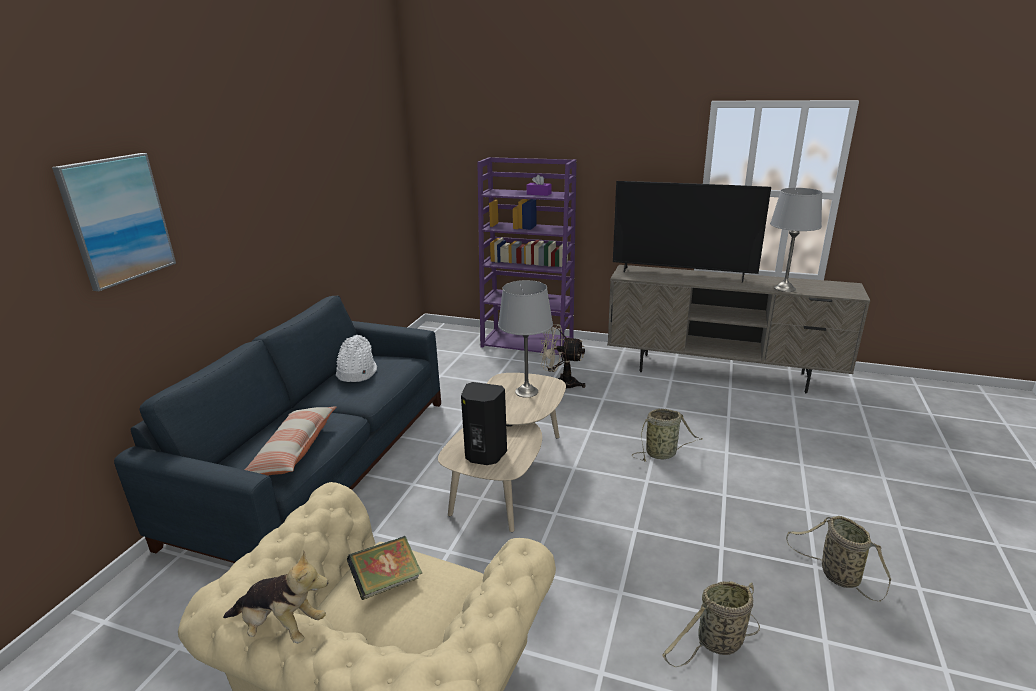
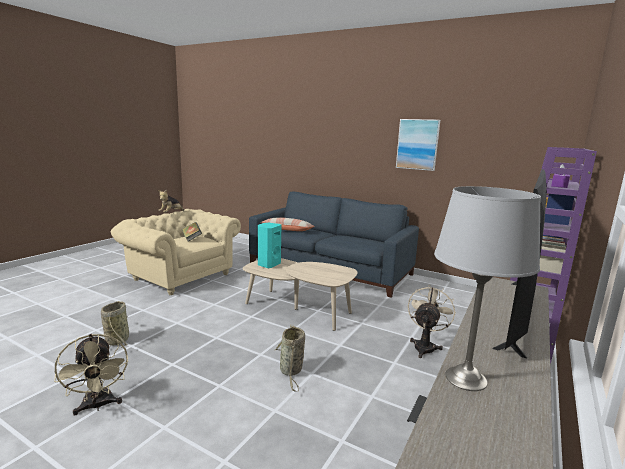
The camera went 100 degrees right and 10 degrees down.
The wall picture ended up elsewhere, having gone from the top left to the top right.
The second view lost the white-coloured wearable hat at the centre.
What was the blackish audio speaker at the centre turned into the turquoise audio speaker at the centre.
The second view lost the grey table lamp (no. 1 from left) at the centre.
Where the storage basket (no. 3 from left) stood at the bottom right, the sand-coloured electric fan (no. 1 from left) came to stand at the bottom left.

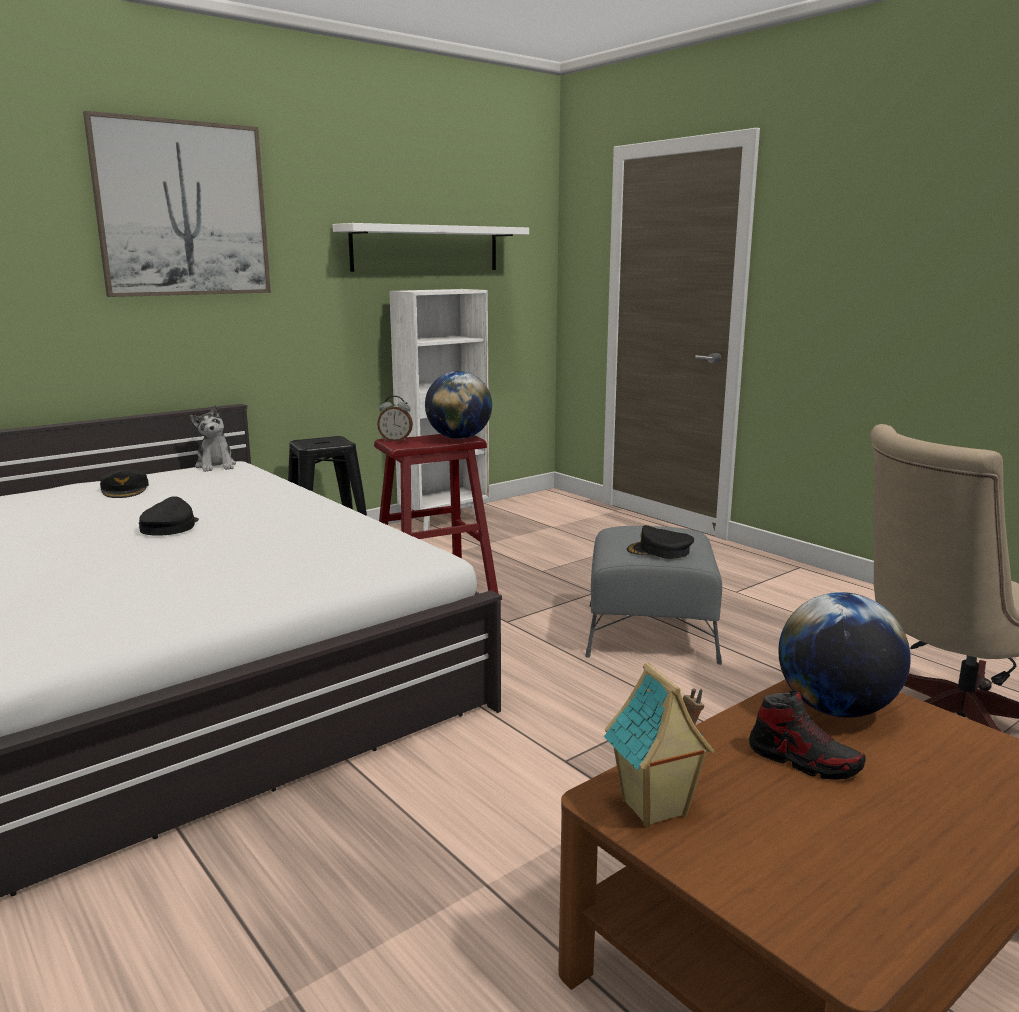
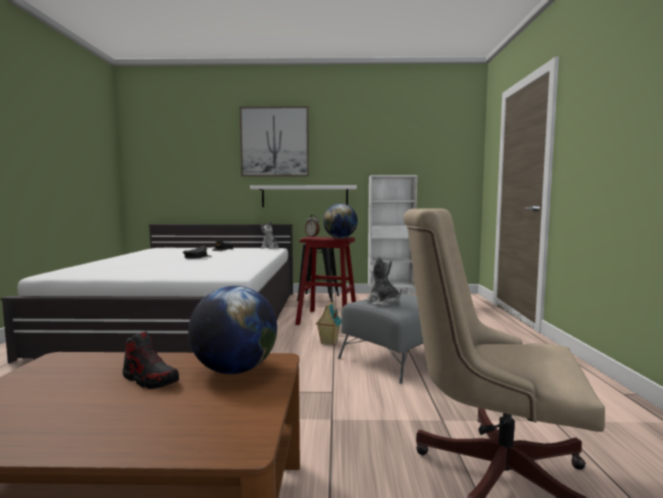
The camera went 40 degrees right and 10 degrees down.
The white-coloured bracket shelf ended up elsewhere, having gone from the top centre to the centre.
The toy house ended up elsewhere, having gone from the bottom centre to the centre.
Where the blackish cap (no. 3 from left) stood at the centre, the plush toy (no. 2 from left) came to stand at the centre.
The item of footwear at the bottom right ended up facing another way, 45 degrees counterclockwise from before.

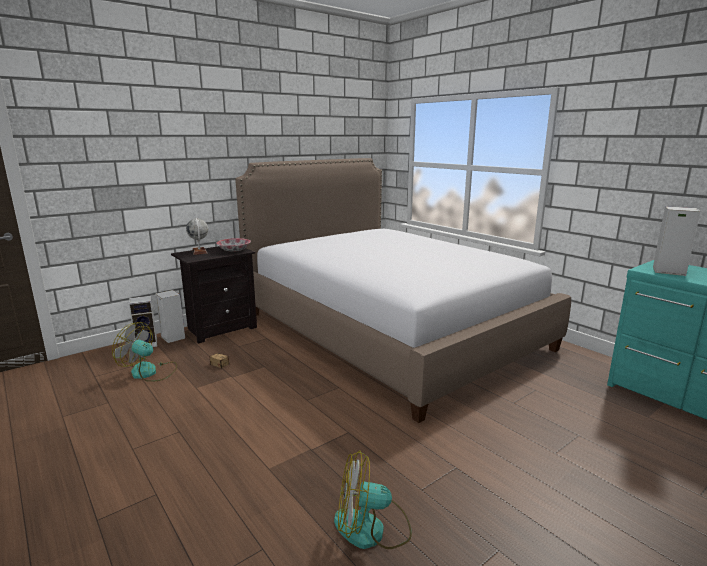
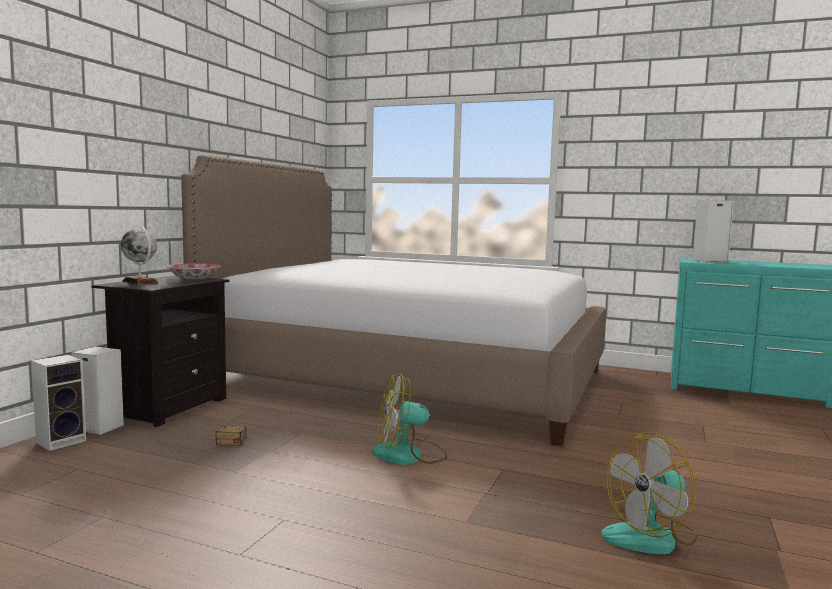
The camera went 30 degrees left and 10 degrees down.
The electric fan (no. 1 from left) ended up elsewhere, having gone from the middle left to the bottom centre.

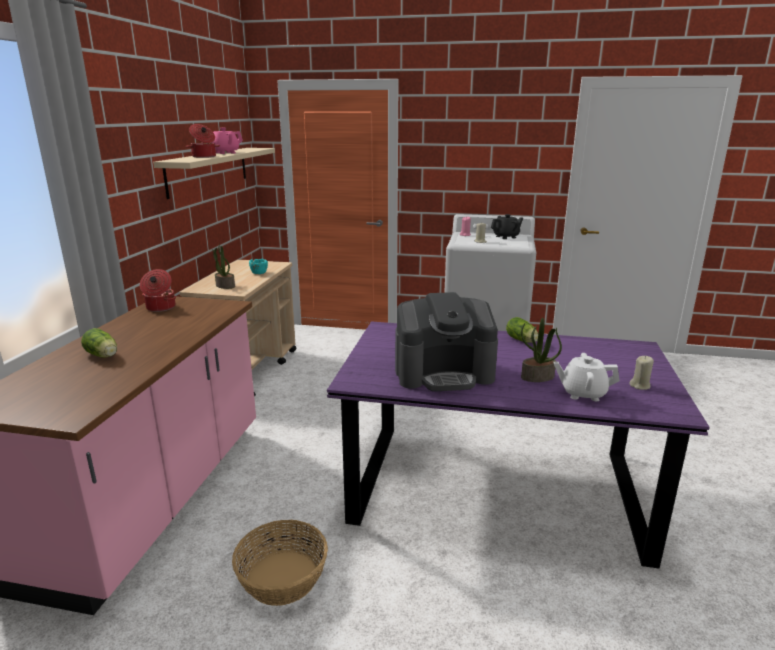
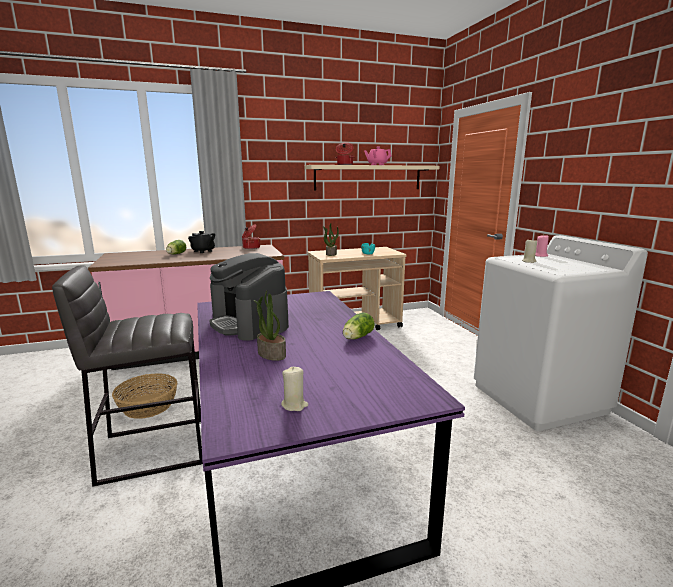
The camera went 60 degrees right and 5 degrees down.
The blackish pot for tea ended up elsewhere, having gone from the centre to the middle left.
The second view lost the white-coloured pot for tea at the middle right.
The second view gained the grey sitting stool at the middle left.

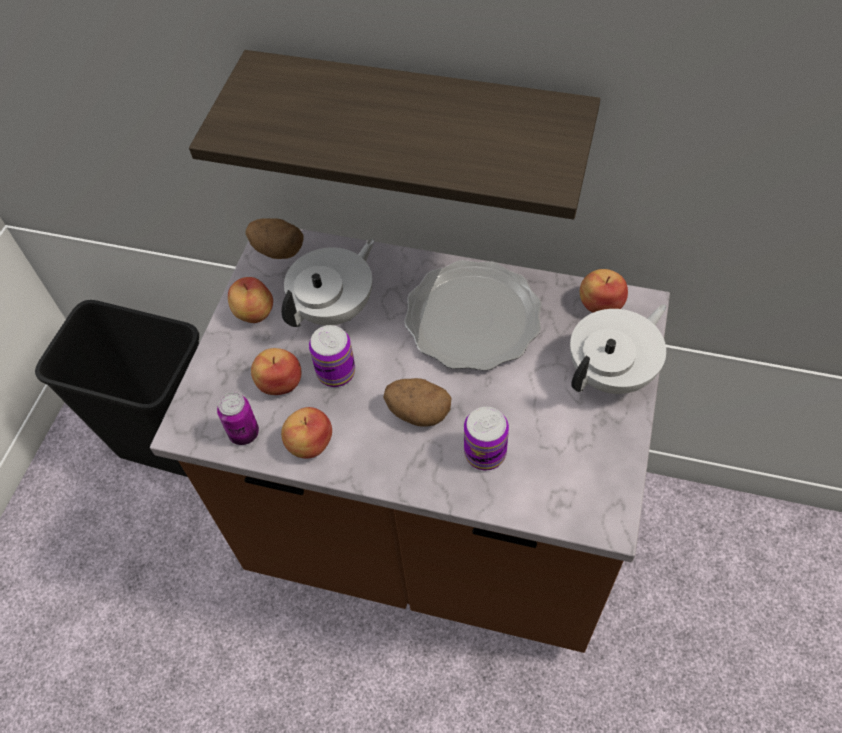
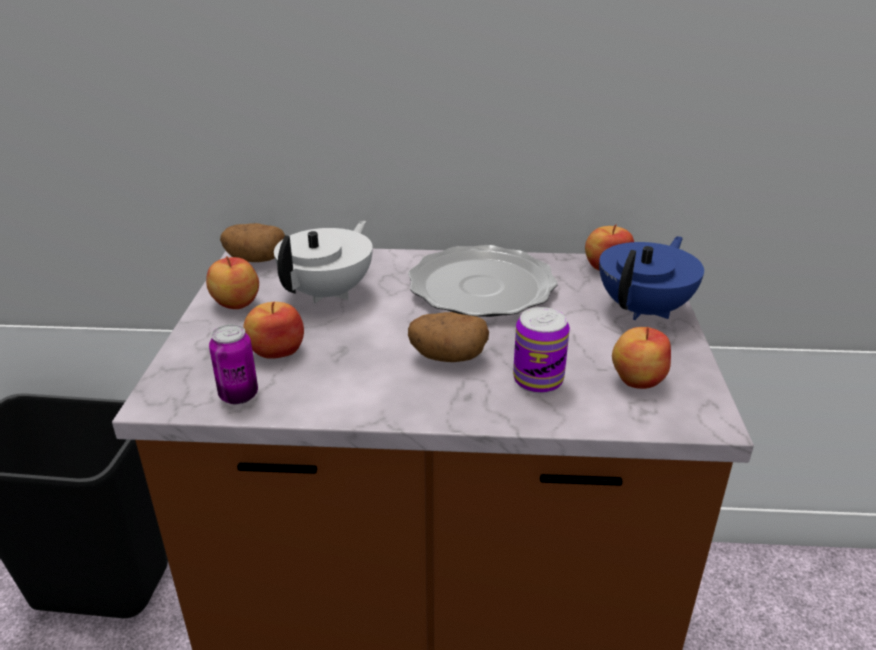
The camera went 15 degrees left and 25 degrees down.
The second view lost the bracket shelf at the top centre.
The apple fruit (no. 3 from left in the first image) ended up elsewhere, having gone from the centre to the middle right.
The second view lost the sealed can (no. 2 from left) at the centre.
What was the white-coloured pot for tea (no. 2 from left) at the middle right turned into the bluish pot for tea at the middle right.

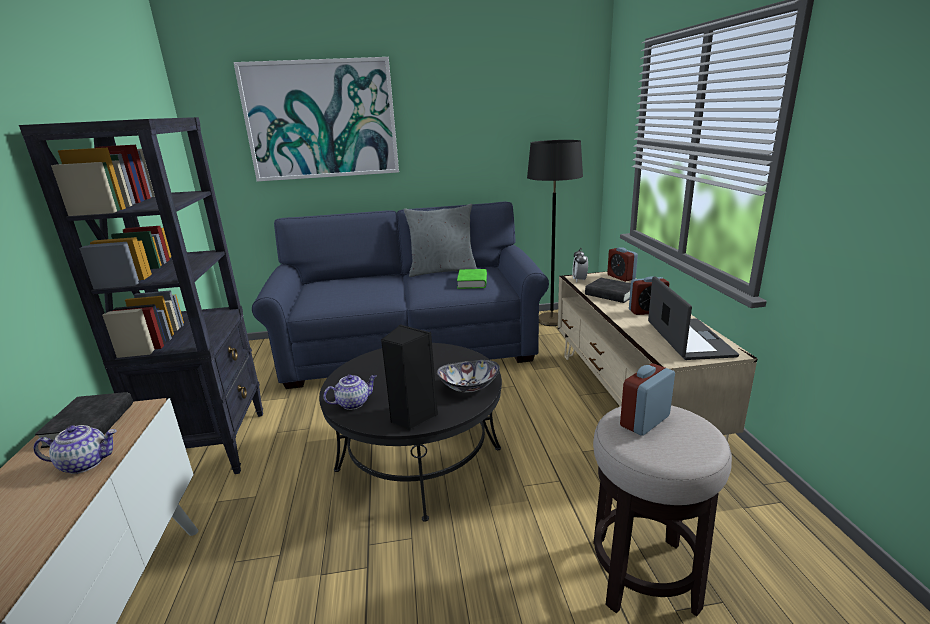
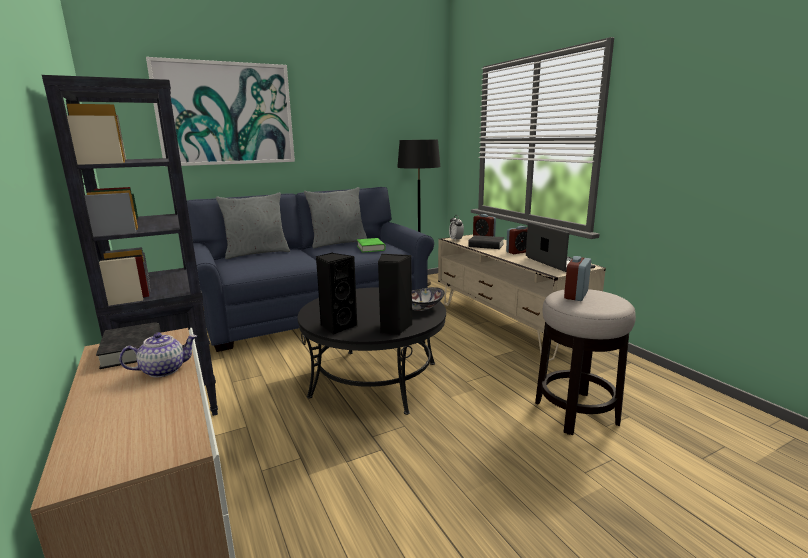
The camera went 20 degrees left and 5 degrees down.
Where the pot for tea (no. 2 from left) stood at the centre, the blackish audio speaker (no. 1 from left) came to stand at the centre.
The second view gained the grey cushion (no. 1 from left) at the middle left.

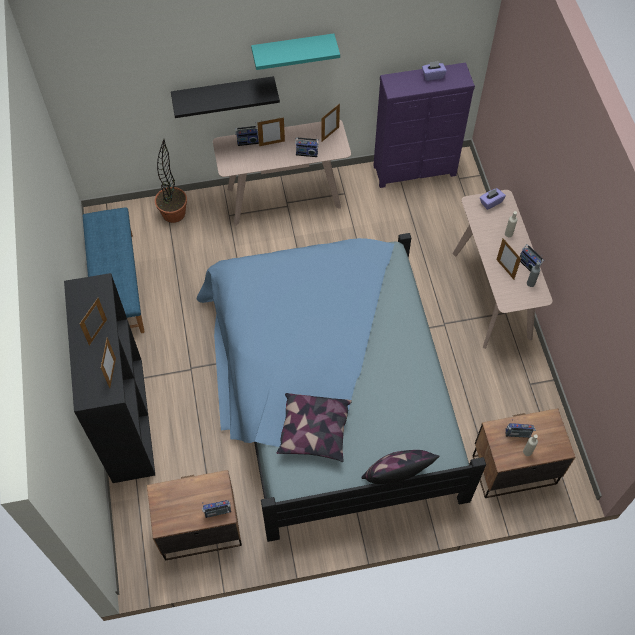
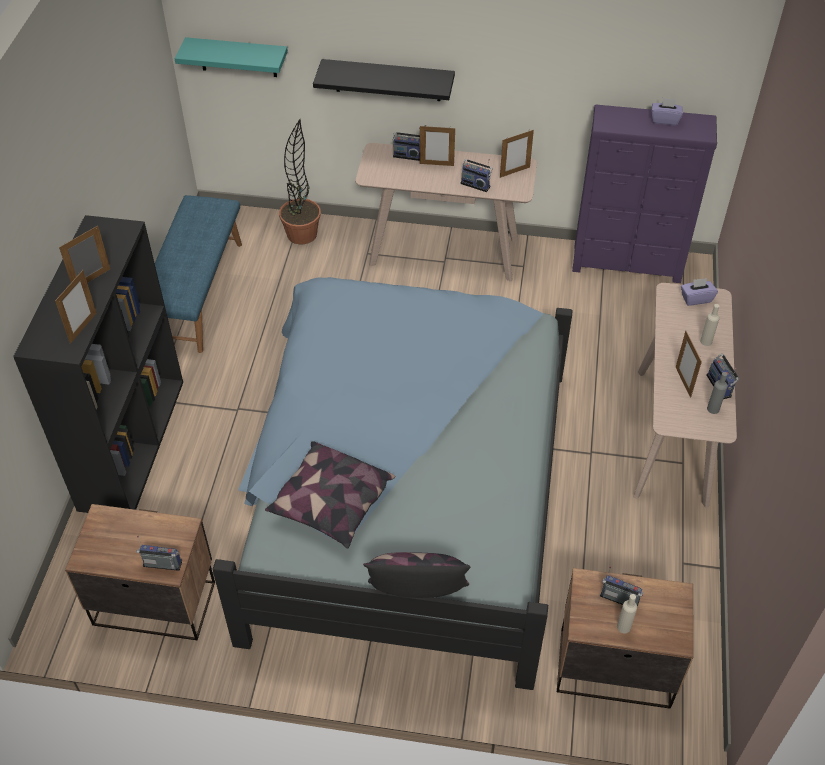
The camera went 20 degrees right and 10 degrees down.
The turquoise bracket shelf ended up elsewhere, having gone from the top centre to the top left.

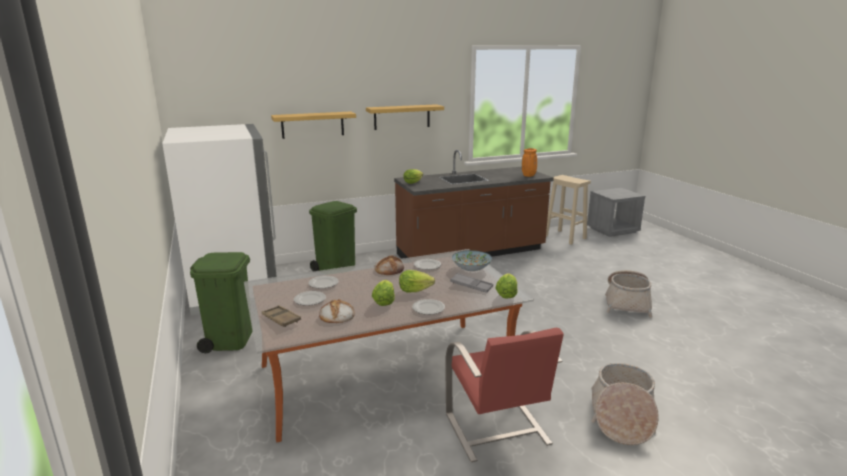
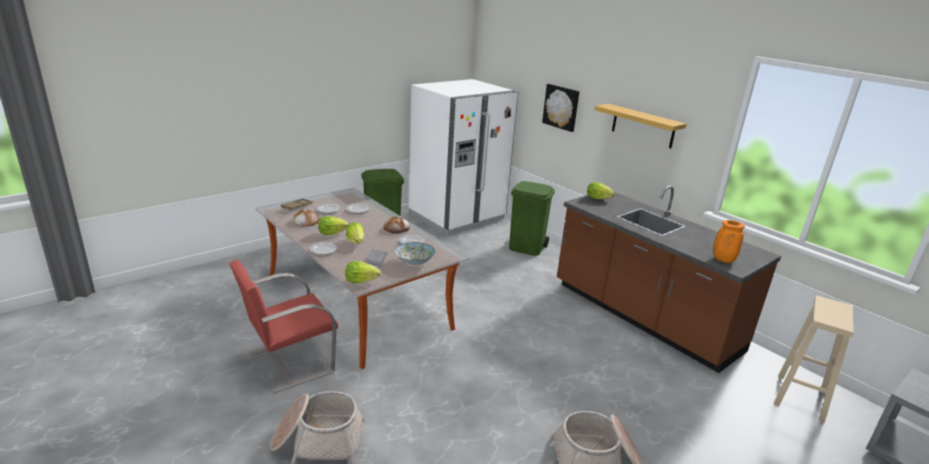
The camera went 70 degrees right and 5 degrees up.
Where the bracket shelf (no. 1 from left) hung at the top centre, the wall picture came to hang at the top centre.

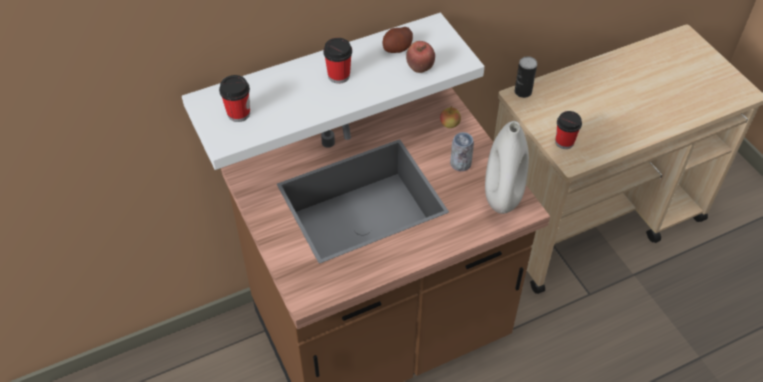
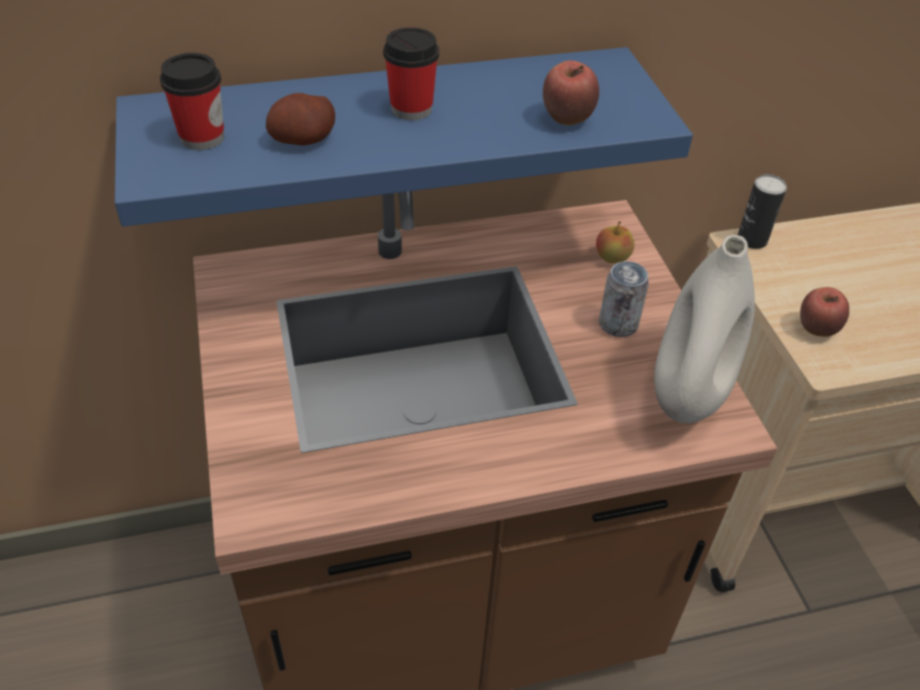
The camera went 10 degrees right and 5 degrees down.
What was the white-coloured bracket shelf at the top centre turned into the bluish bracket shelf at the top centre.
The whole potato ended up elsewhere, having gone from the top centre to the top left.
Where the drinking cup (no. 3 from left) stood at the middle right, the apple fruit (no. 3 from left) came to stand at the middle right.

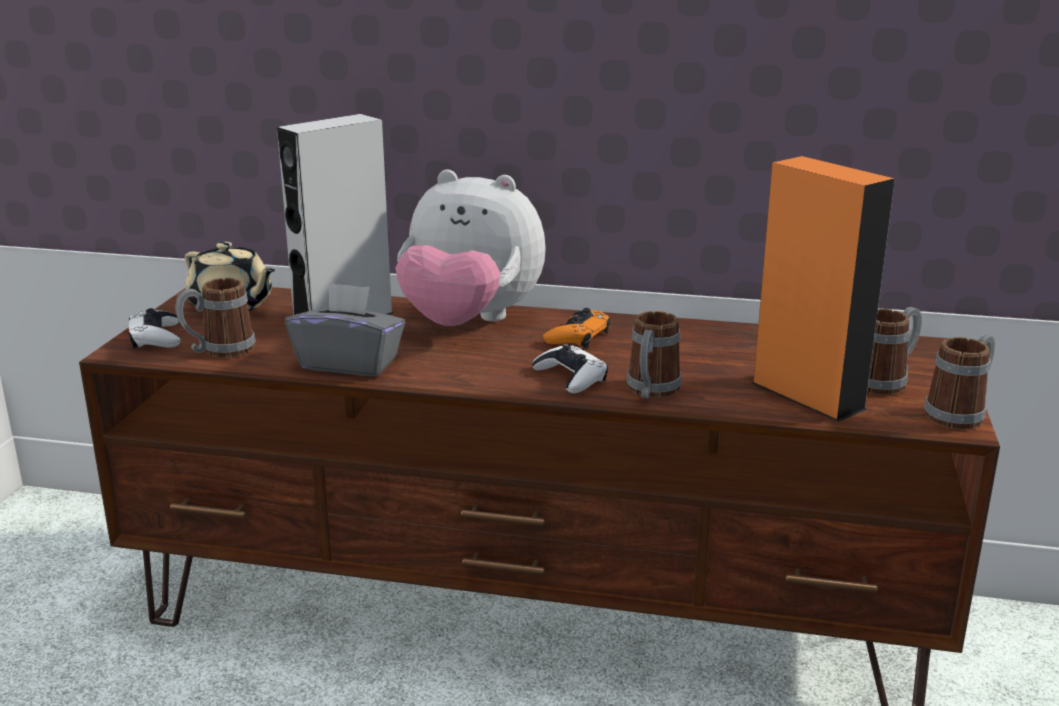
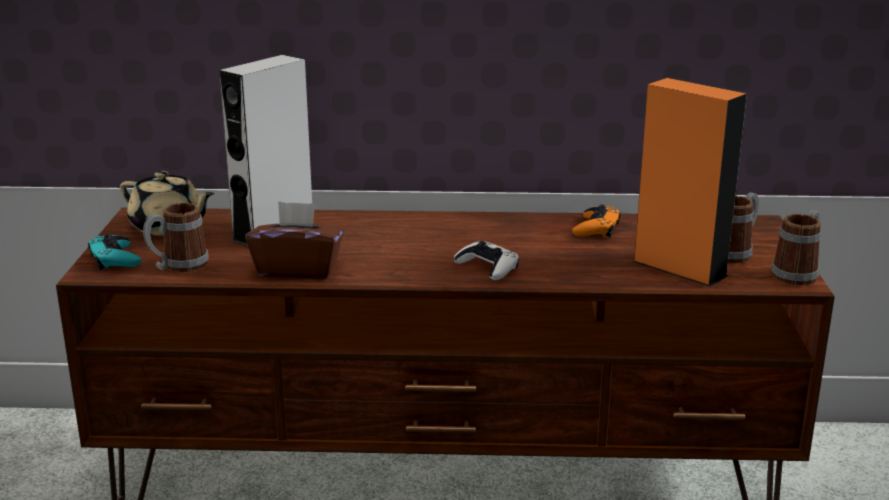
The camera went 10 degrees left and 0 degrees up.
What was the white-coloured gamepad (no. 1 from left) at the middle left turned into the turquoise gamepad at the middle left.
What was the grey tissue holder at the middle left turned into the brownish tissue holder at the middle left.
The second view lost the plush toy at the centre.
The orangey gamepad ended up elsewhere, having gone from the centre to the middle right.
The second view lost the tea mug (no. 2 from left) at the centre.

